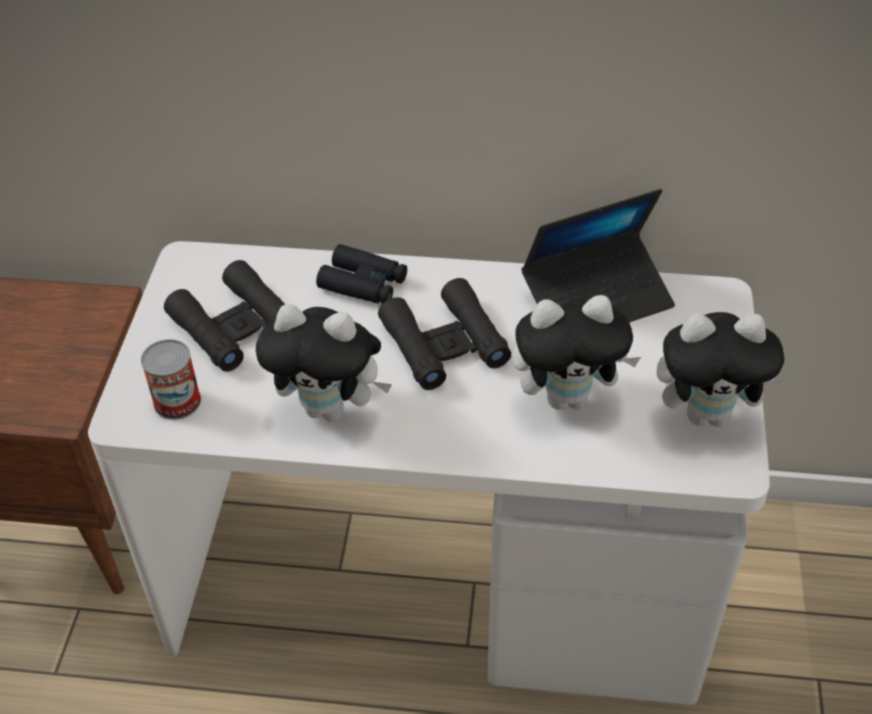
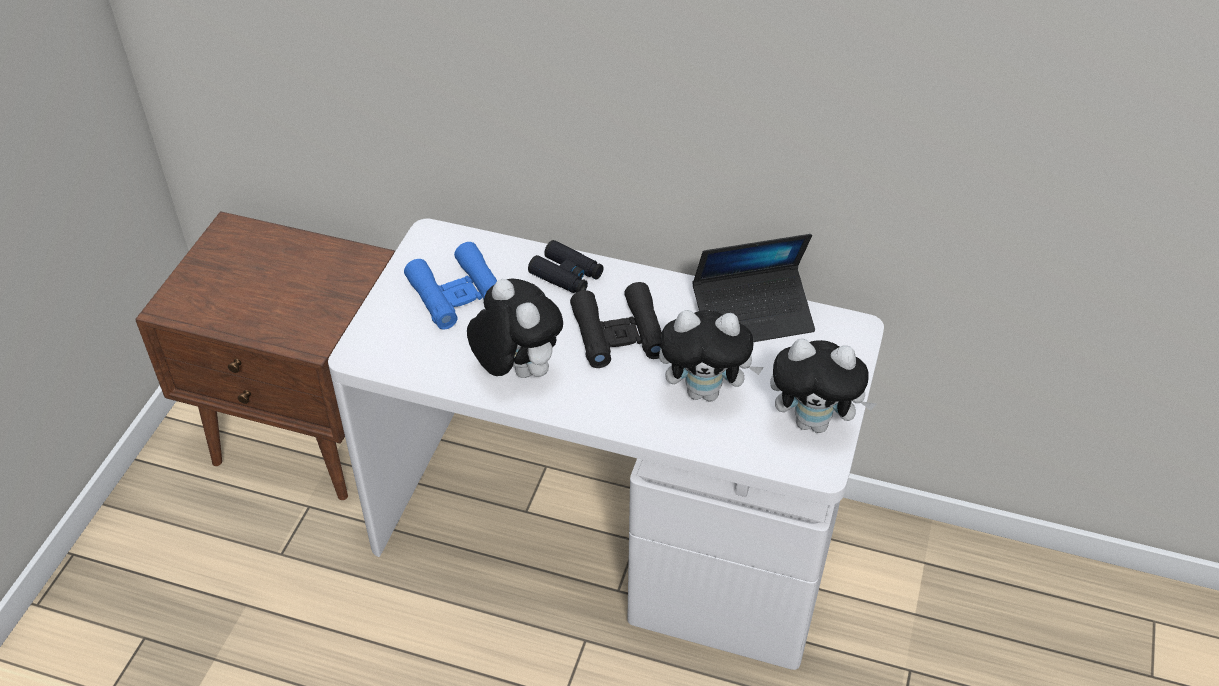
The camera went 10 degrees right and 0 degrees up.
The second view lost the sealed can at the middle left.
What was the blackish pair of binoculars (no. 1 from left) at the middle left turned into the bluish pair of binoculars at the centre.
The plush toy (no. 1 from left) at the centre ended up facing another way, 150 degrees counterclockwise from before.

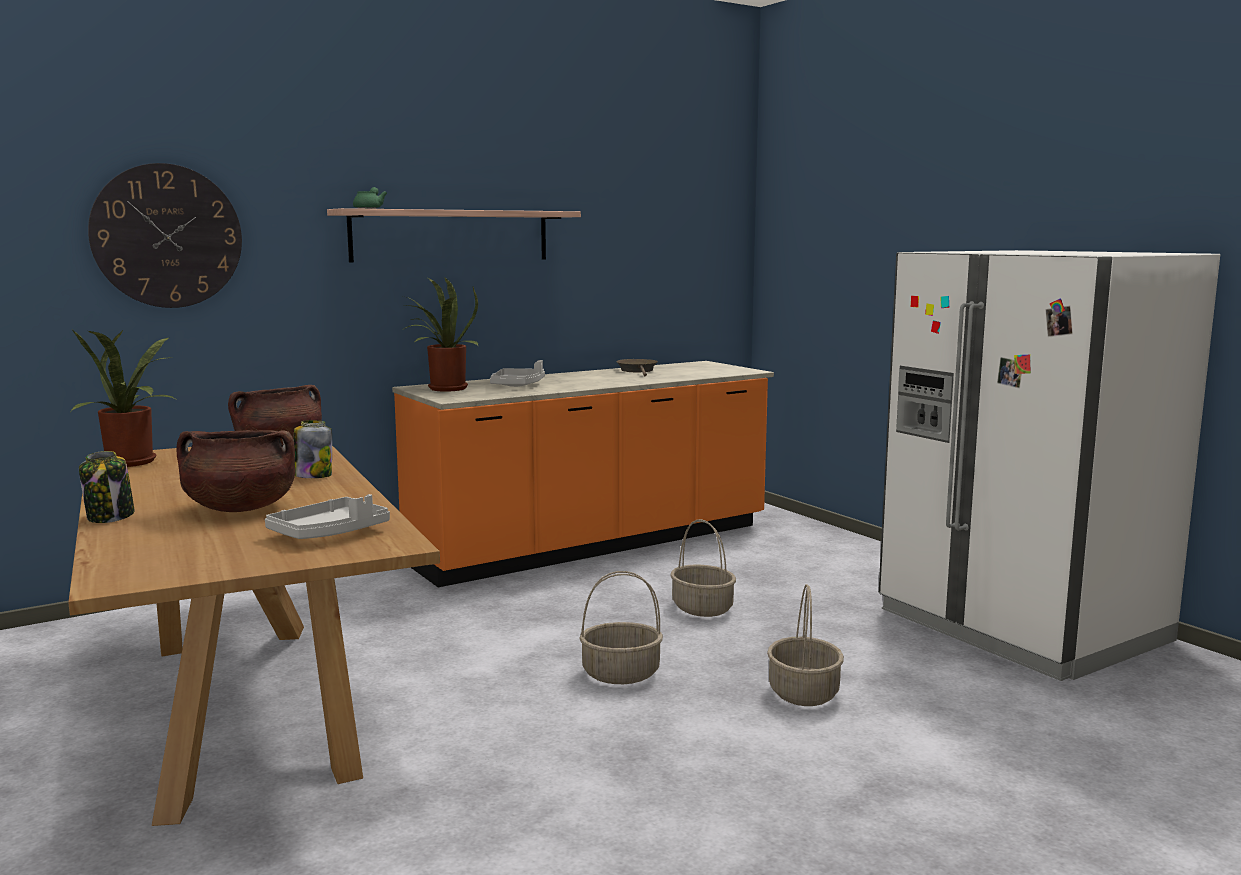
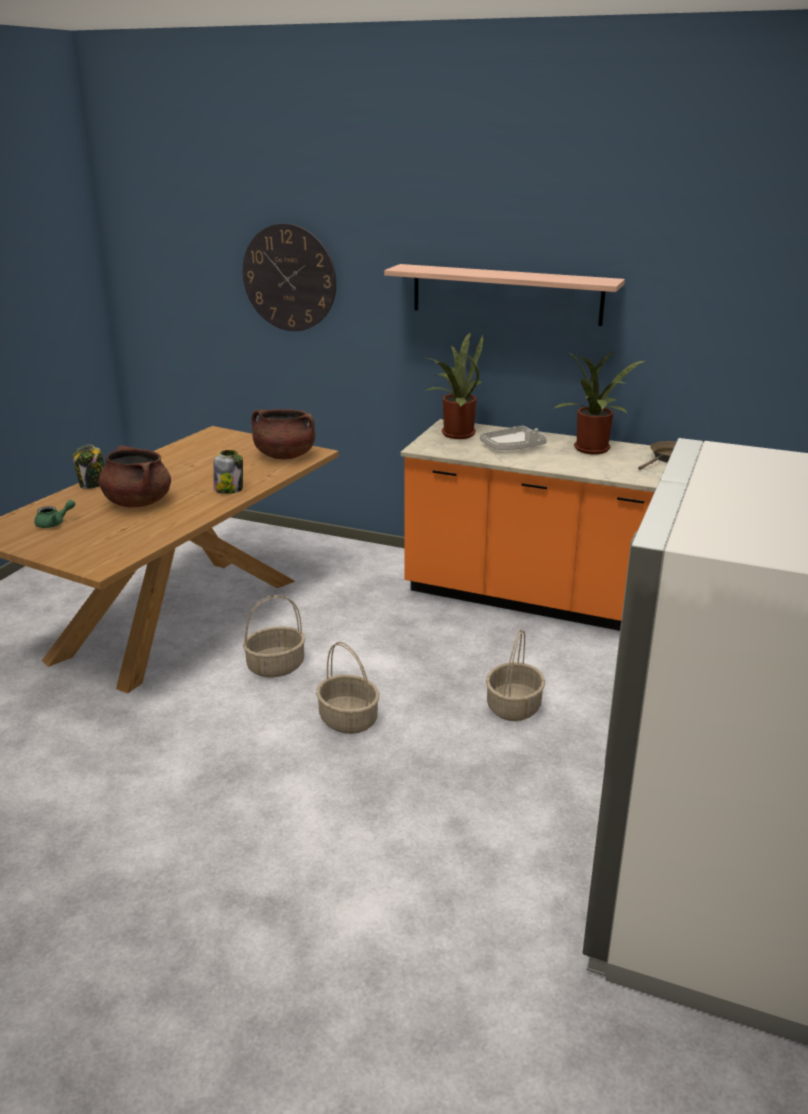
The camera went 55 degrees right and 15 degrees up.
The houseplant (no. 1 from left in the first image) ended up elsewhere, having gone from the middle left to the middle right.
The second view lost the grey tray (no. 1 from left) at the middle left.
The green-coloured pot for tea ended up elsewhere, having gone from the top left to the middle left.
The storage basket (no. 3 from left in the first image) ended up elsewhere, having gone from the bottom centre to the centre.

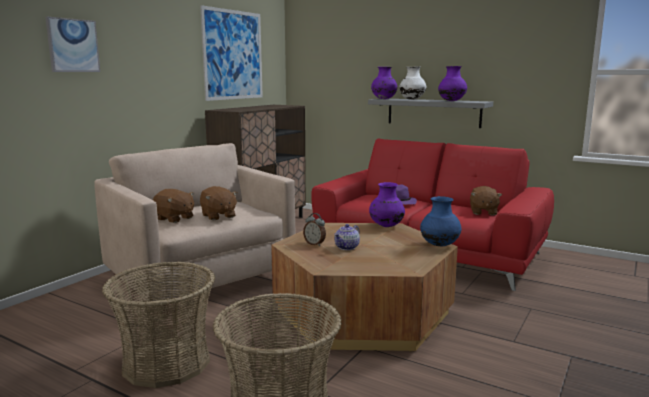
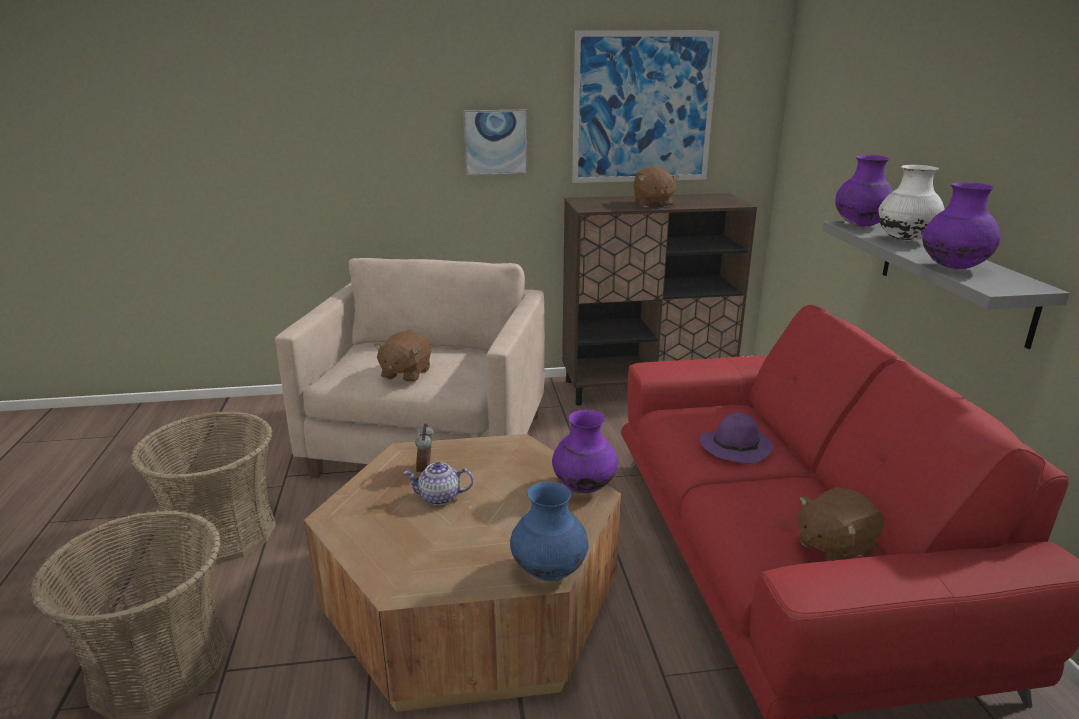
The camera went 50 degrees right and 10 degrees up.
The wall picture (no. 1 from left) ended up elsewhere, having gone from the top left to the top centre.
The brownish plush toy (no. 1 from left in the first image) ended up elsewhere, having gone from the middle left to the top centre.

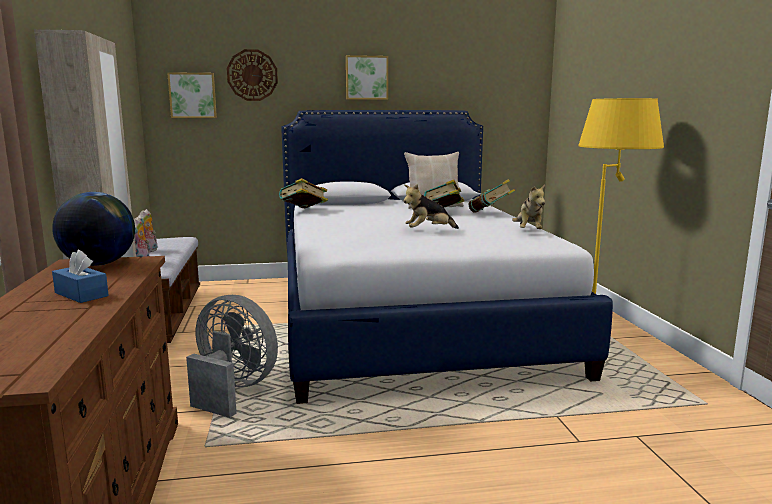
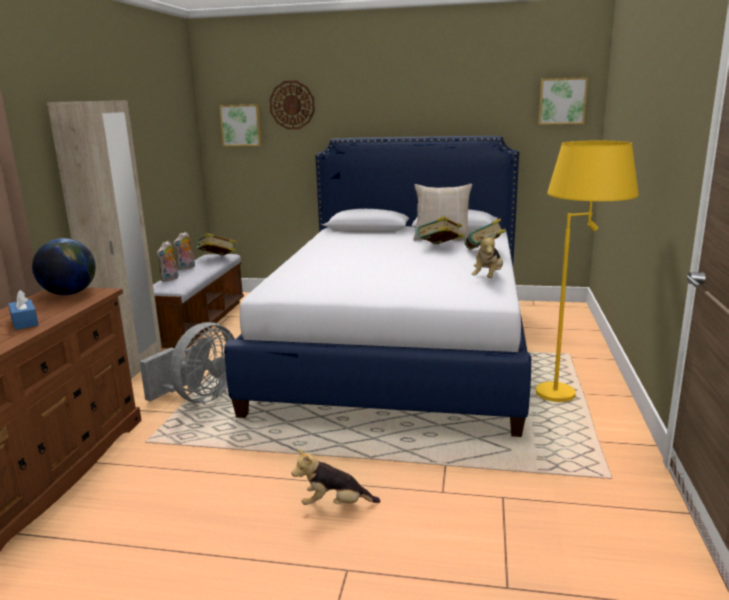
The camera went 20 degrees right and 5 degrees up.
The grey electric fan at the bottom left ended up facing another way, 75 degrees clockwise from before.
The volume (no. 1 from left) ended up elsewhere, having gone from the centre to the middle left.
The wall picture (no. 2 from left) ended up elsewhere, having gone from the top centre to the top right.
The plush toy (no. 3 from left) ended up elsewhere, having gone from the centre to the bottom centre.

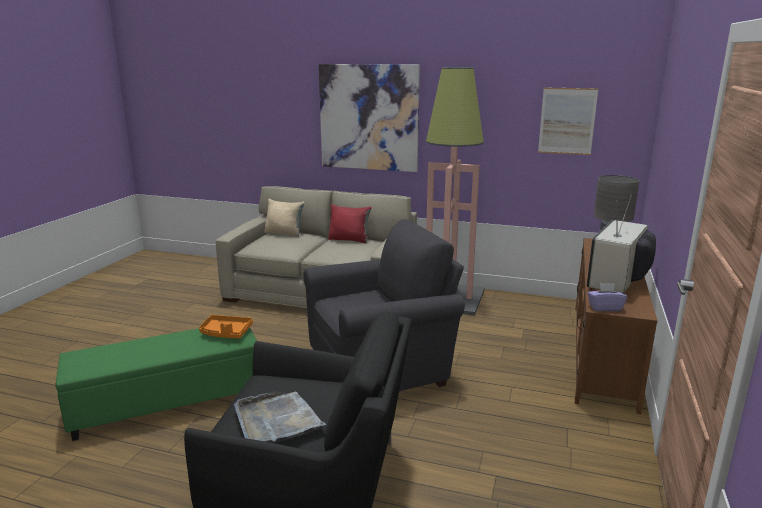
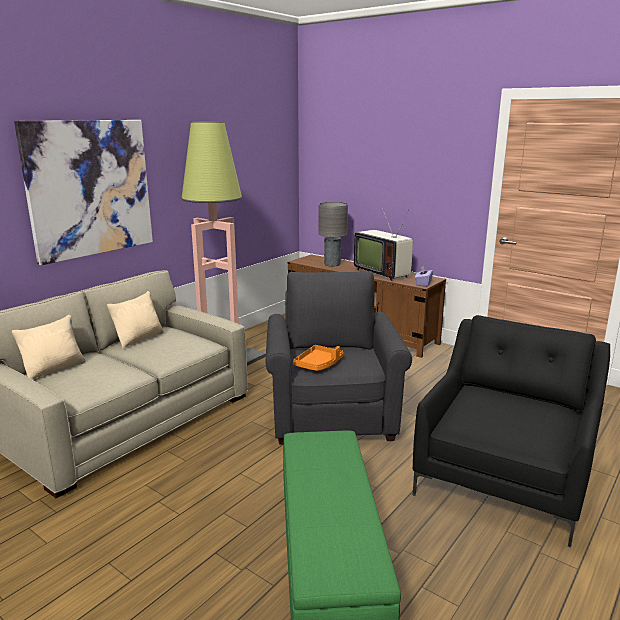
The camera went 70 degrees left and 0 degrees up.
The orangey tray ended up elsewhere, having gone from the middle left to the centre.
The second view lost the grey tray at the bottom centre.
What was the reddish cushion at the centre turned into the sand-coloured cushion (no. 2 from left) at the middle left.
The second view lost the wall picture (no. 2 from left) at the top right.

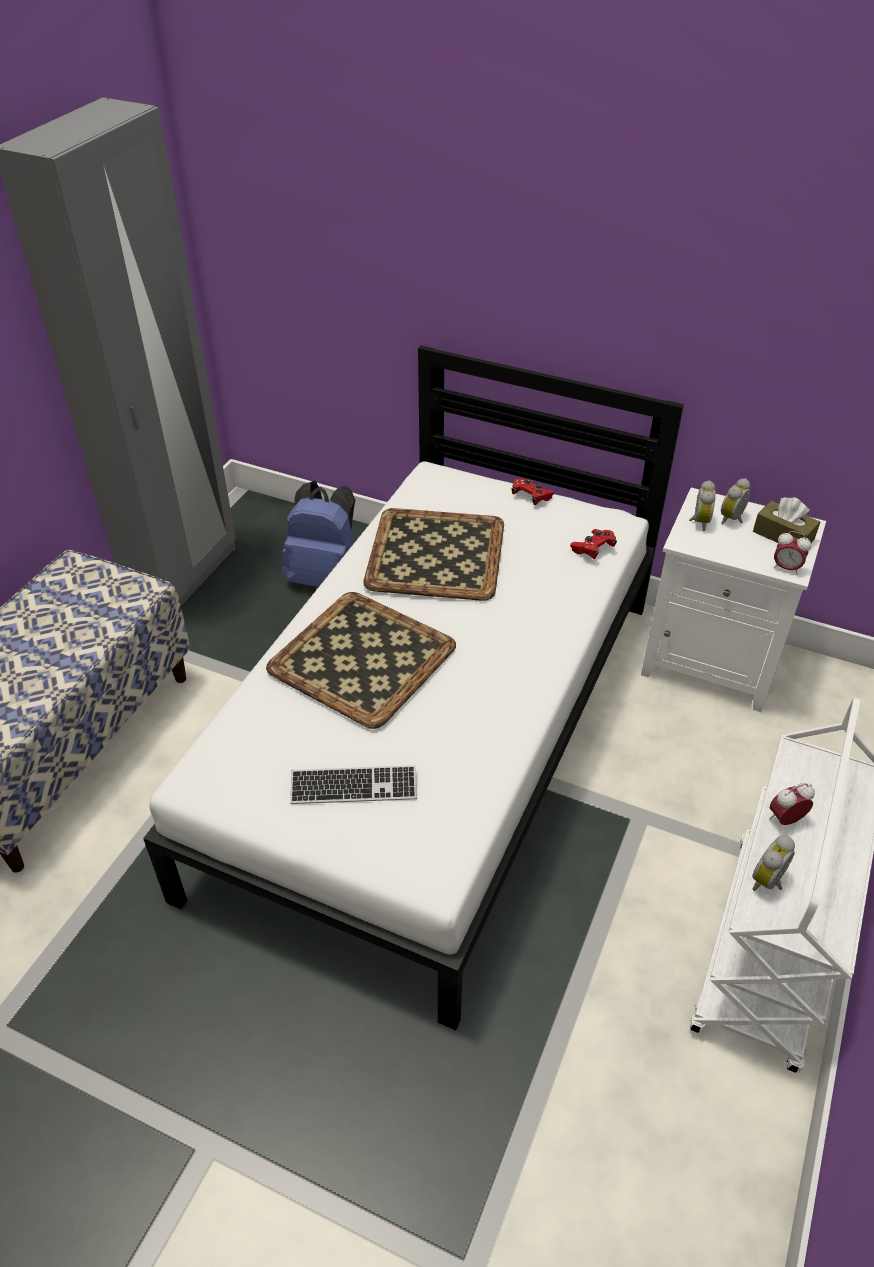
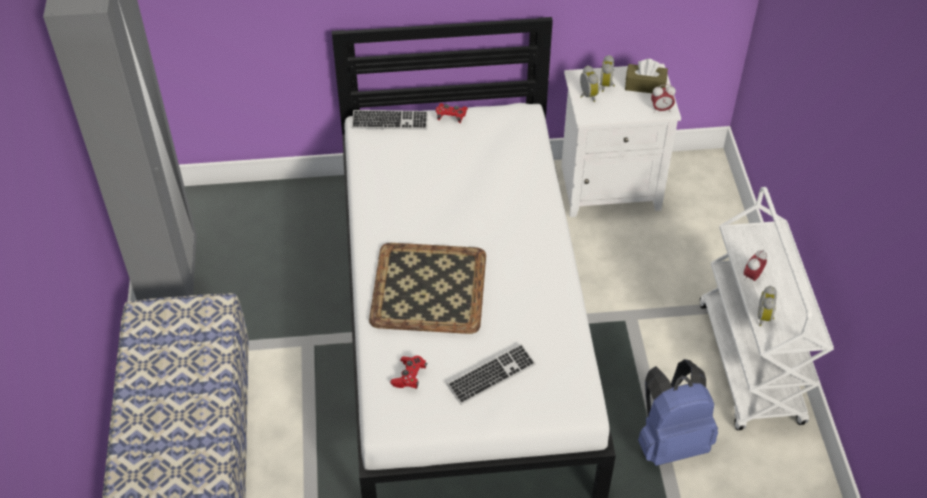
The camera went 30 degrees left and 5 degrees up.
The bluish rucksack ended up elsewhere, having gone from the centre to the bottom right.
The second view lost the tray (no. 2 from left) at the centre.
The reddish gamepad (no. 2 from left in the first image) ended up elsewhere, having gone from the middle right to the bottom centre.
The second view gained the computer keyboard (no. 1 from left) at the top centre.

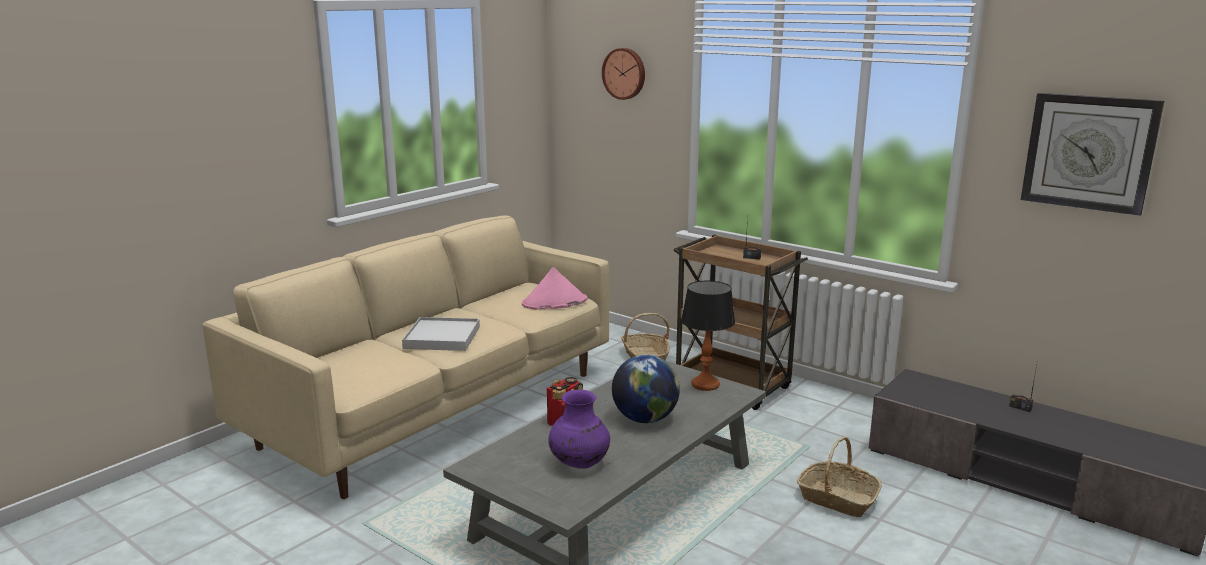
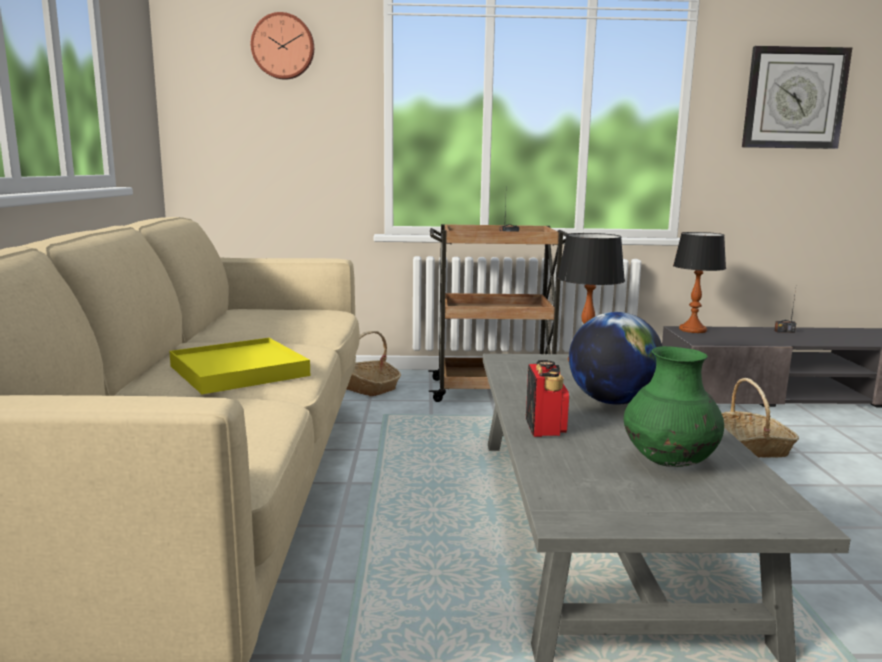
The camera went 40 degrees left and 5 degrees down.
What was the white-coloured tray at the centre turned into the yellow tray at the middle left.
The second view lost the pink wearable hat at the centre.
What was the purple-coloured flower vase at the bottom centre turned into the green-coloured flower vase at the middle right.
The second view gained the table lamp (no. 2 from left) at the middle right.

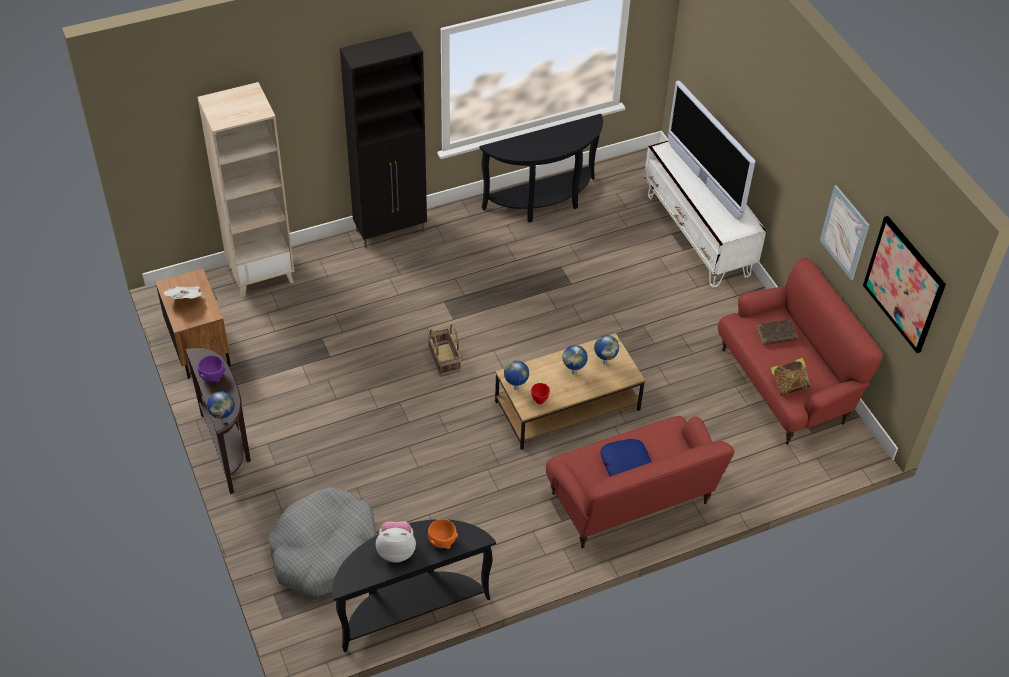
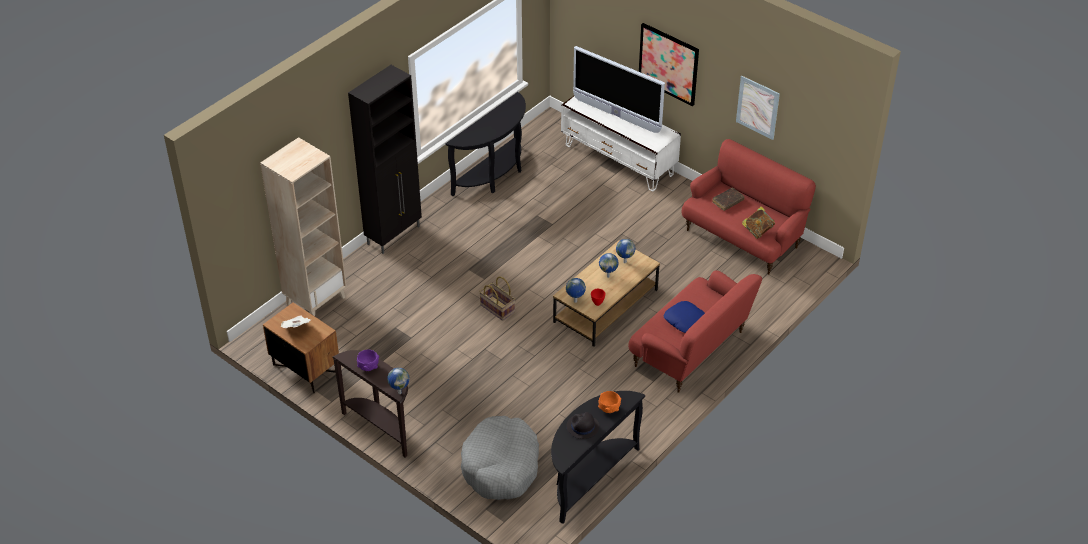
The camera went 25 degrees left and 5 degrees down.
Where the plush toy stood at the bottom centre, the blackish wearable hat came to stand at the bottom centre.
The wall picture (no. 2 from left in the first image) ended up elsewhere, having gone from the middle right to the top centre.

